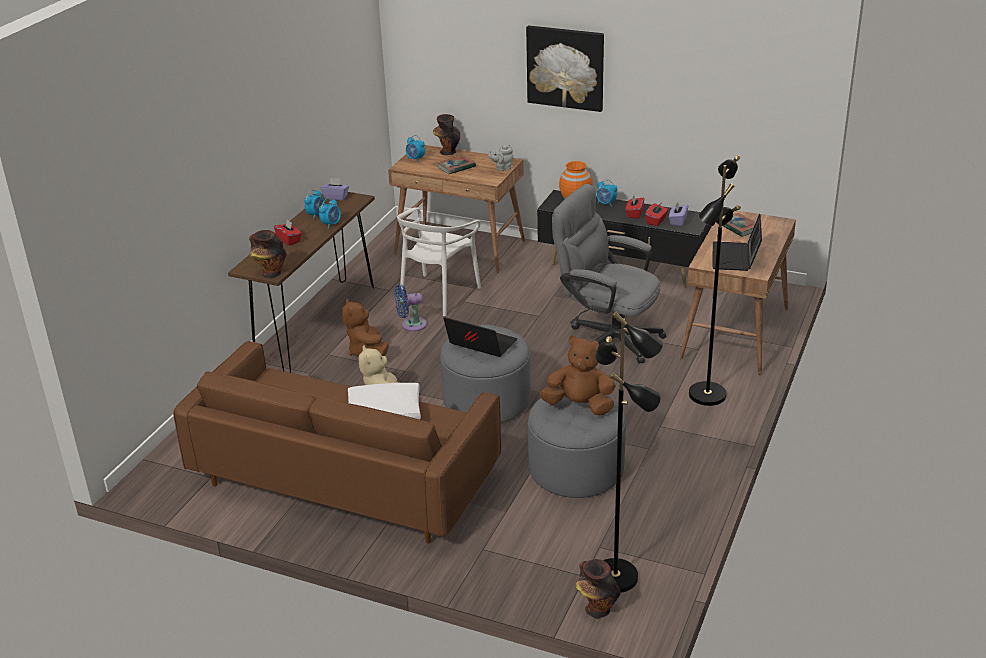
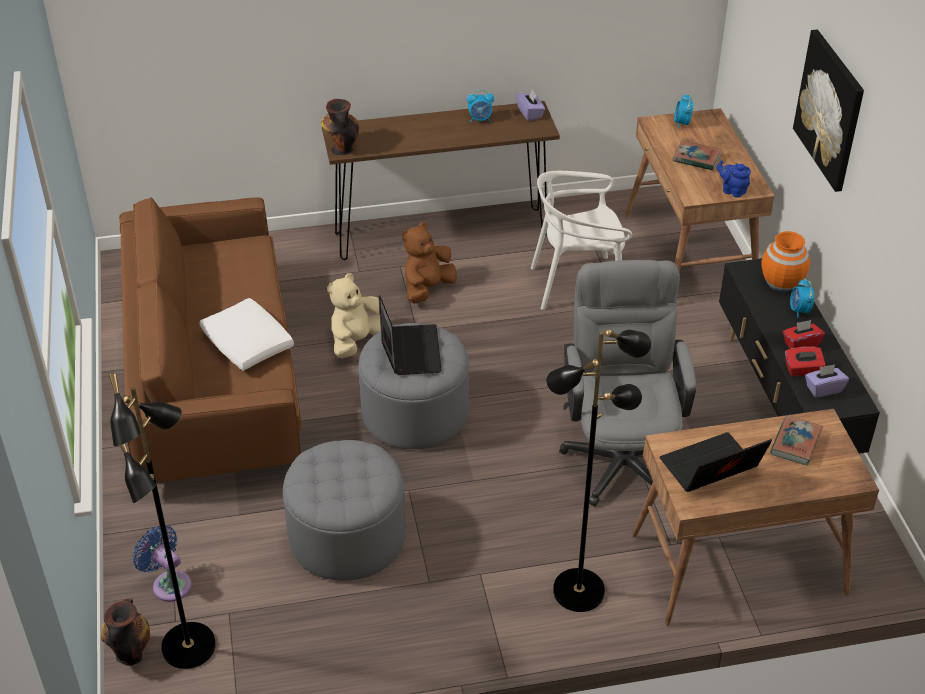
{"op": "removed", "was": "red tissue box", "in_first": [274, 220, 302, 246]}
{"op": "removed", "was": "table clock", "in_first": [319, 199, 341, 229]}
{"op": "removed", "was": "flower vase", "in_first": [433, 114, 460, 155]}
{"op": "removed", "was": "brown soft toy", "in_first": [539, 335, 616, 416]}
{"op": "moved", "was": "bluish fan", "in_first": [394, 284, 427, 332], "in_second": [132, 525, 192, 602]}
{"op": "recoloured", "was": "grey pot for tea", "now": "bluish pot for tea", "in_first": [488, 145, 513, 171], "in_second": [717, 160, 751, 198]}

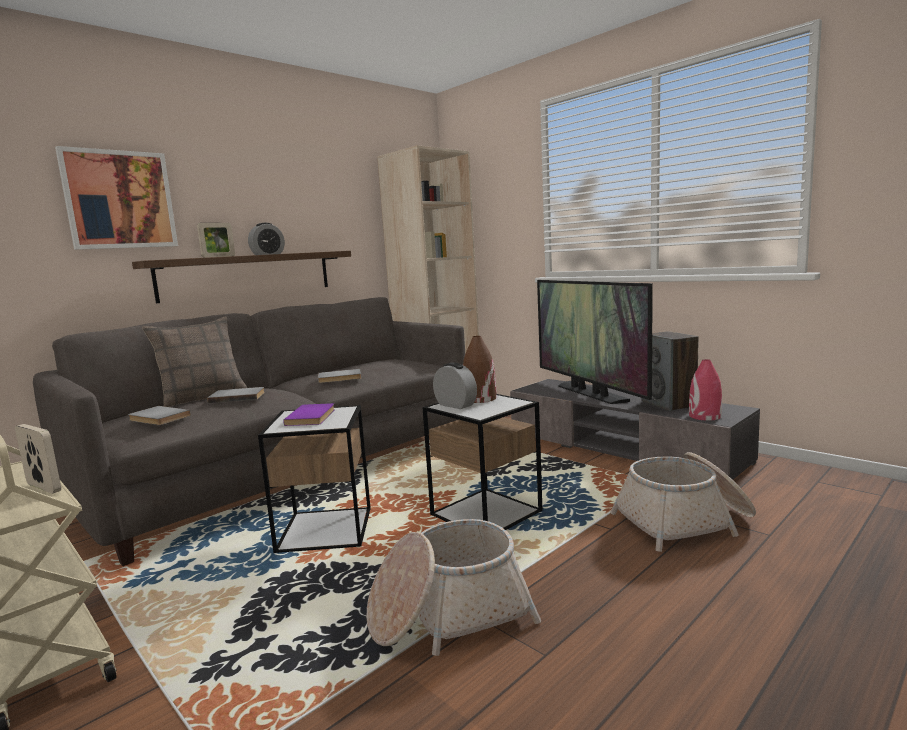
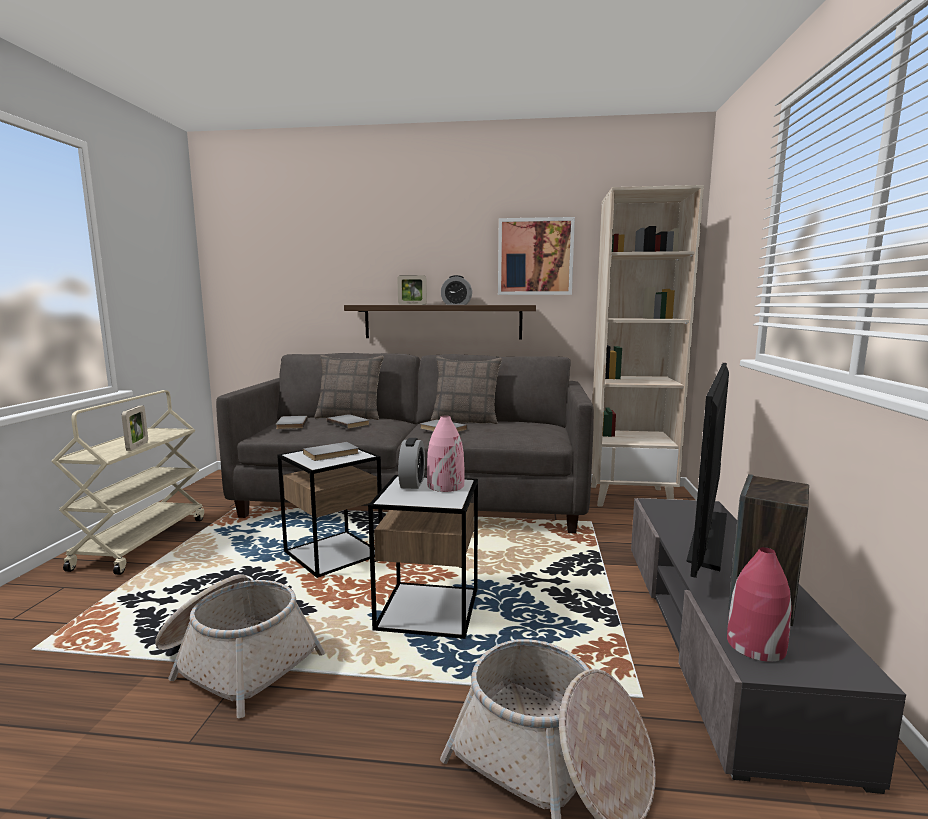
{"op": "added", "now": "cushion", "in_second": [431, 356, 502, 424]}
{"op": "moved", "was": "wall art", "in_first": [55, 146, 178, 250], "in_second": [498, 217, 575, 295]}
{"op": "recoloured", "was": "purple book", "now": "grey book", "in_first": [283, 403, 335, 426], "in_second": [303, 442, 359, 461]}
{"op": "recoloured", "was": "brown flower vase", "now": "pink-coloured flower vase", "in_first": [463, 336, 496, 403], "in_second": [427, 416, 464, 492]}

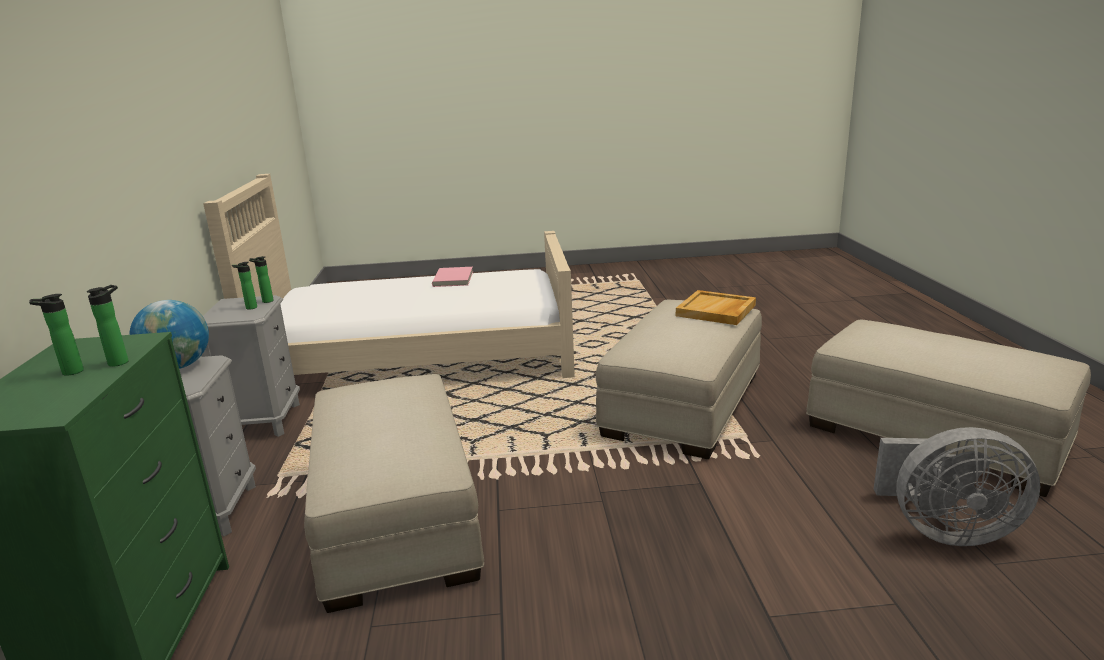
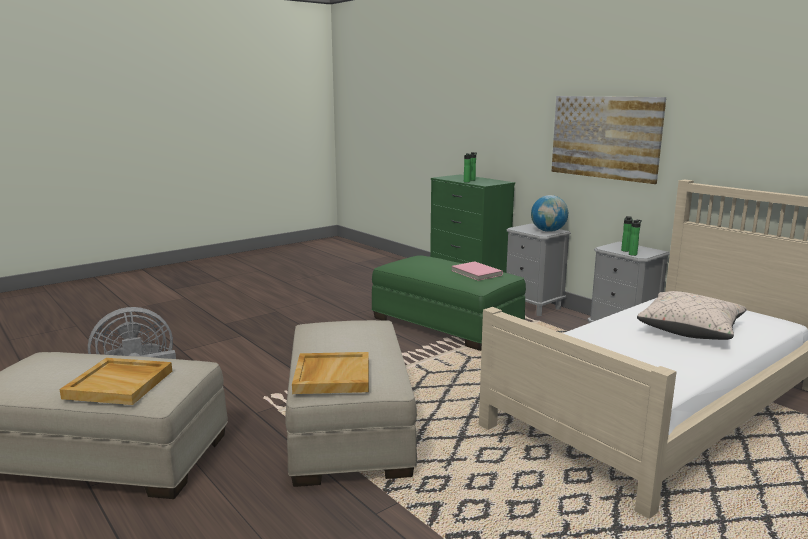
{"op": "added", "now": "sand-coloured tray", "in_second": [59, 358, 172, 405]}
{"op": "added", "now": "wall art", "in_second": [551, 96, 666, 184]}
{"op": "added", "now": "sand-coloured cushion", "in_second": [637, 291, 747, 340]}
{"op": "moved", "was": "pink-coloured book", "in_first": [432, 267, 473, 287], "in_second": [451, 261, 503, 281]}
{"op": "recoloured", "was": "sand-coloured ottoman", "now": "greenish ottoman", "in_first": [304, 374, 484, 613], "in_second": [372, 255, 526, 351]}

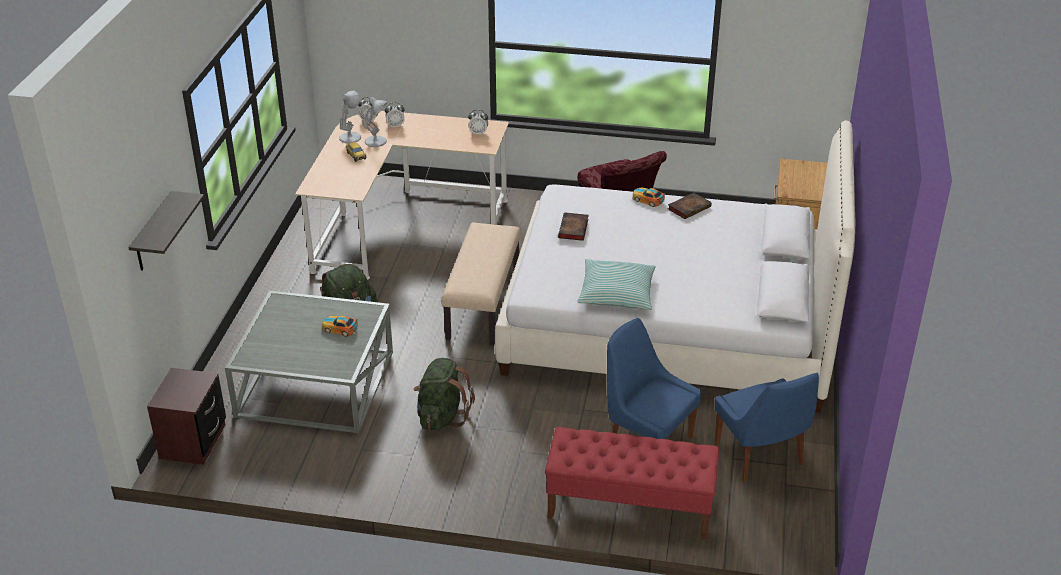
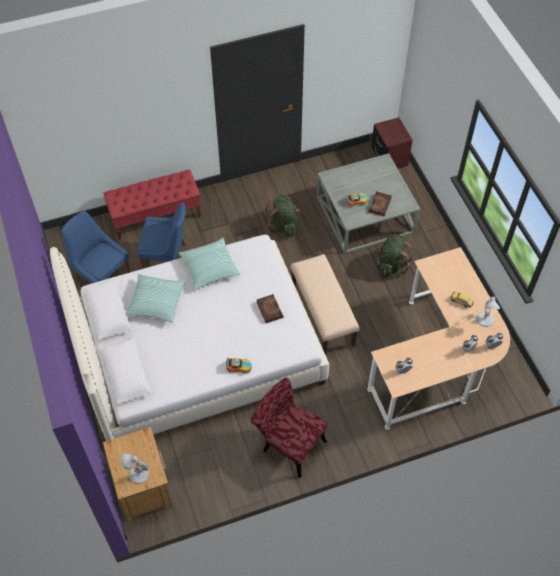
{"op": "removed", "was": "bracket shelf", "in_first": [128, 191, 204, 271]}
{"op": "added", "now": "cushion", "in_second": [125, 274, 185, 323]}
{"op": "moved", "was": "whitish table lamp", "in_first": [363, 97, 387, 147], "in_second": [121, 453, 149, 484]}
{"op": "moved", "was": "book", "in_first": [668, 193, 712, 219], "in_second": [369, 191, 392, 217]}

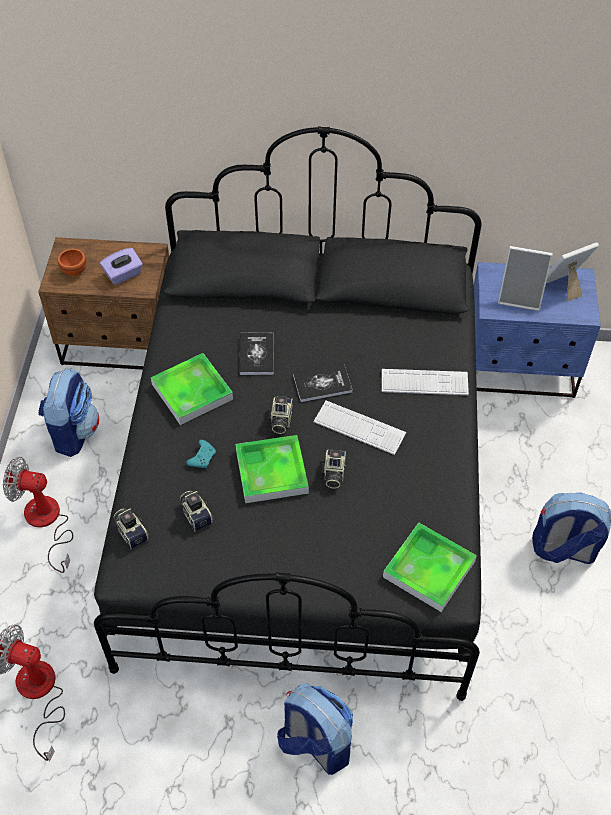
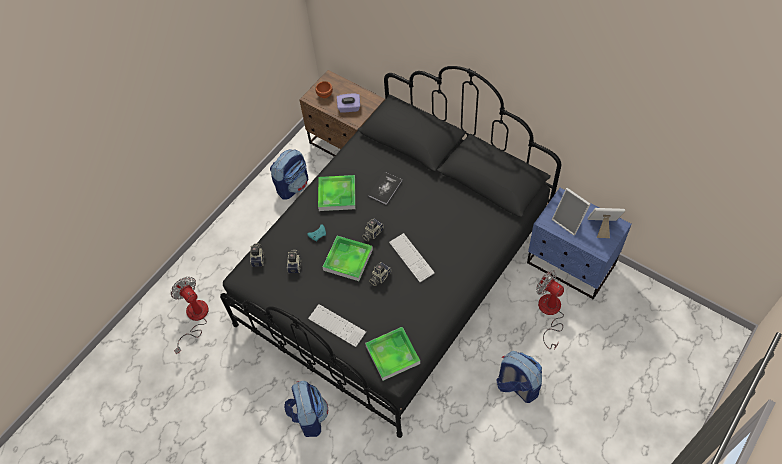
{"op": "removed", "was": "book", "in_first": [293, 364, 353, 402]}
{"op": "moved", "was": "fan", "in_first": [3, 457, 73, 573], "in_second": [536, 270, 564, 349]}
{"op": "moved", "was": "computer keyboard", "in_first": [382, 369, 469, 395], "in_second": [308, 304, 366, 347]}

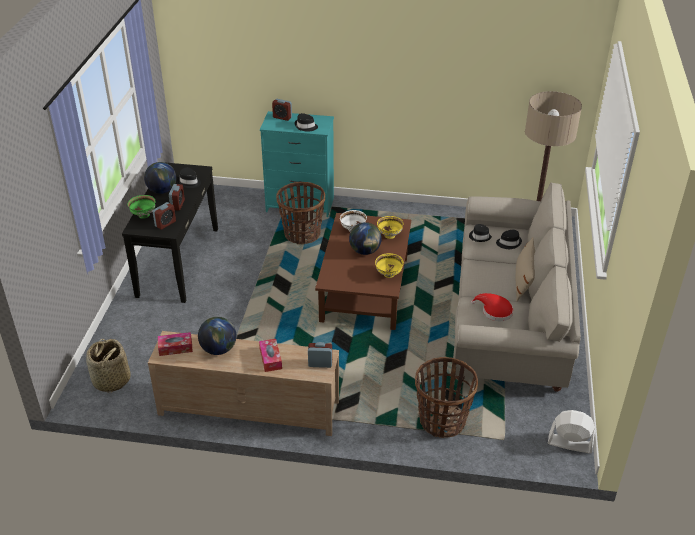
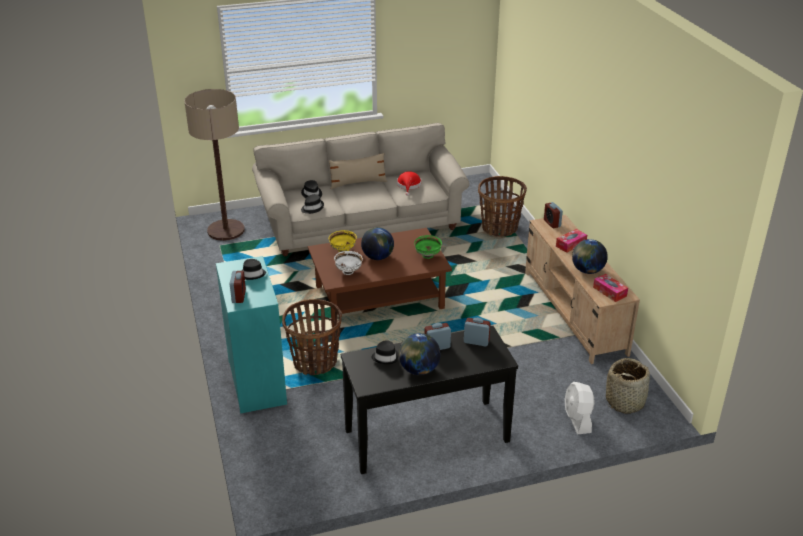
{"op": "removed", "was": "yellow bowl", "in_first": [375, 253, 404, 278]}
{"op": "moved", "was": "greenish bowl", "in_first": [127, 195, 155, 219], "in_second": [414, 235, 442, 259]}
{"op": "moved", "was": "whitish fan", "in_first": [548, 410, 595, 454], "in_second": [565, 382, 595, 434]}

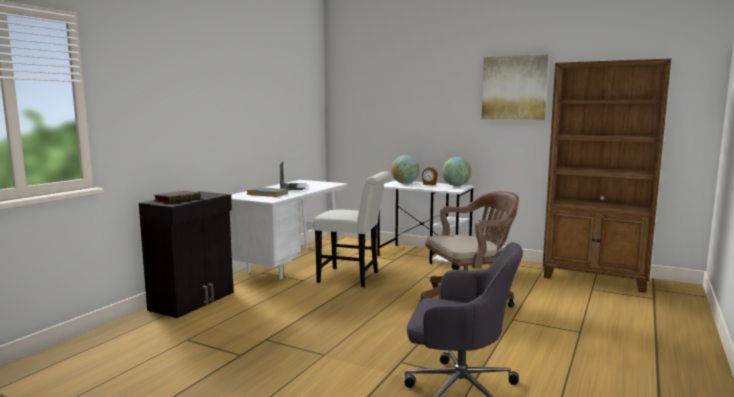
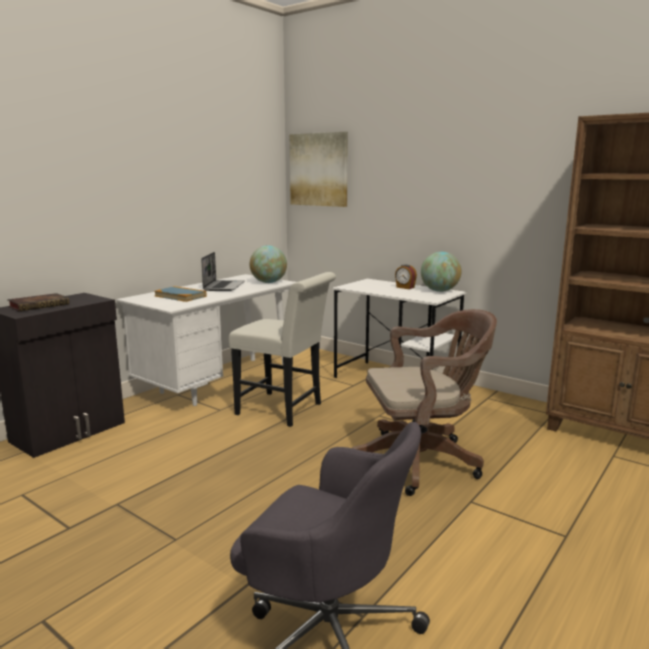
{"op": "moved", "was": "globe", "in_first": [391, 155, 419, 184], "in_second": [250, 246, 287, 283]}
{"op": "moved", "was": "wall art", "in_first": [482, 54, 549, 120], "in_second": [290, 132, 348, 207]}

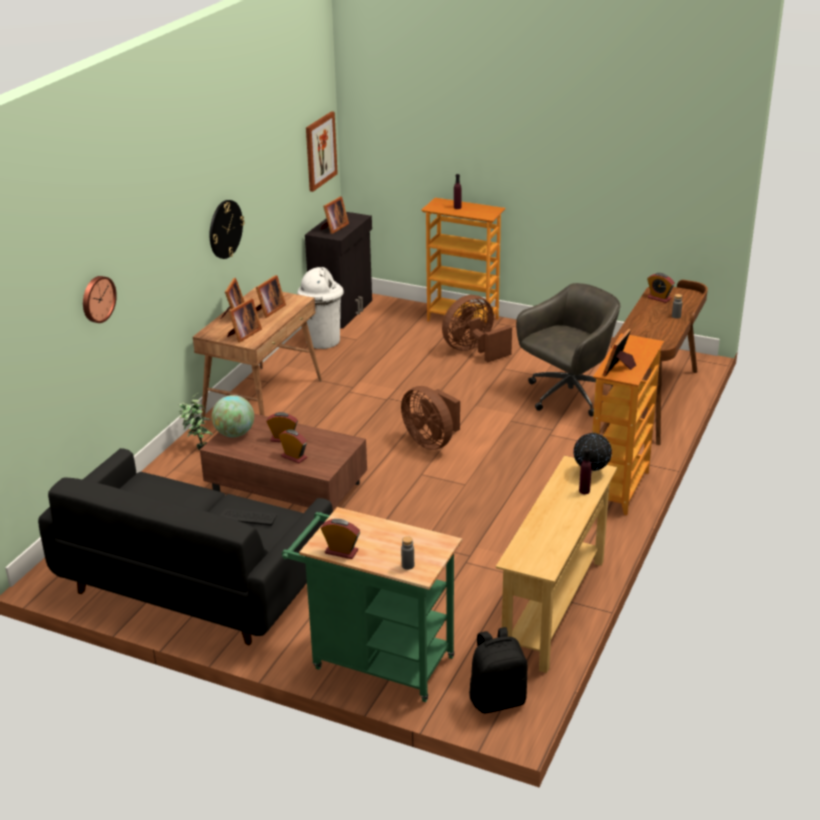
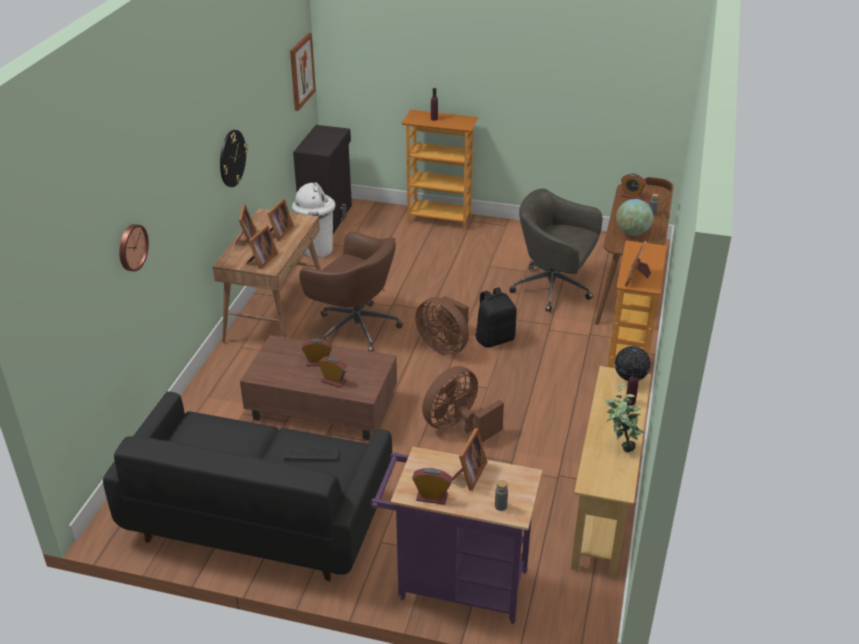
{"op": "added", "now": "brown computer chair", "in_second": [299, 232, 403, 352]}
{"op": "moved", "was": "potted plant", "in_first": [179, 393, 213, 450], "in_second": [605, 383, 644, 452]}
{"op": "moved", "was": "globe", "in_first": [212, 395, 254, 437], "in_second": [616, 199, 653, 236]}
{"op": "moved", "was": "picture frame", "in_first": [320, 196, 349, 234], "in_second": [452, 428, 487, 491]}
{"op": "moved", "was": "brown fan", "in_first": [442, 295, 512, 362], "in_second": [422, 366, 504, 443]}
{"op": "moved", "was": "blackish rucksack", "in_first": [469, 627, 528, 714], "in_second": [475, 287, 517, 348]}
{"op": "recoloured", "was": "greenish wheeled cart", "now": "purple wheeled cart", "in_first": [282, 507, 462, 702], "in_second": [371, 447, 542, 624]}
{"op": "turned", "was": "grey computer chair", "in_first": [516, 283, 620, 417], "in_second": [509, 189, 603, 312], "clockwise": -105}

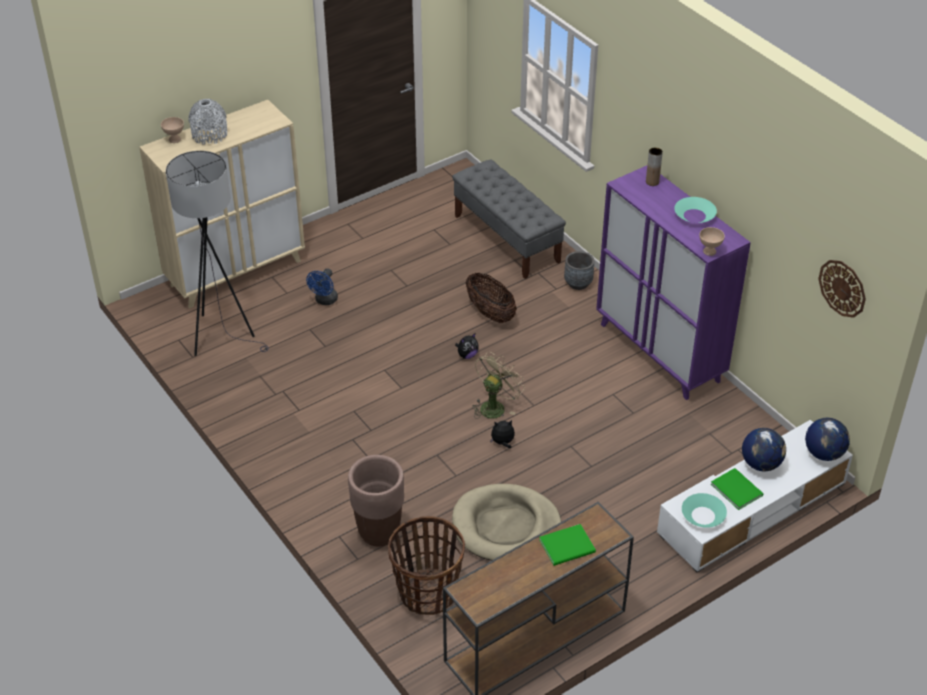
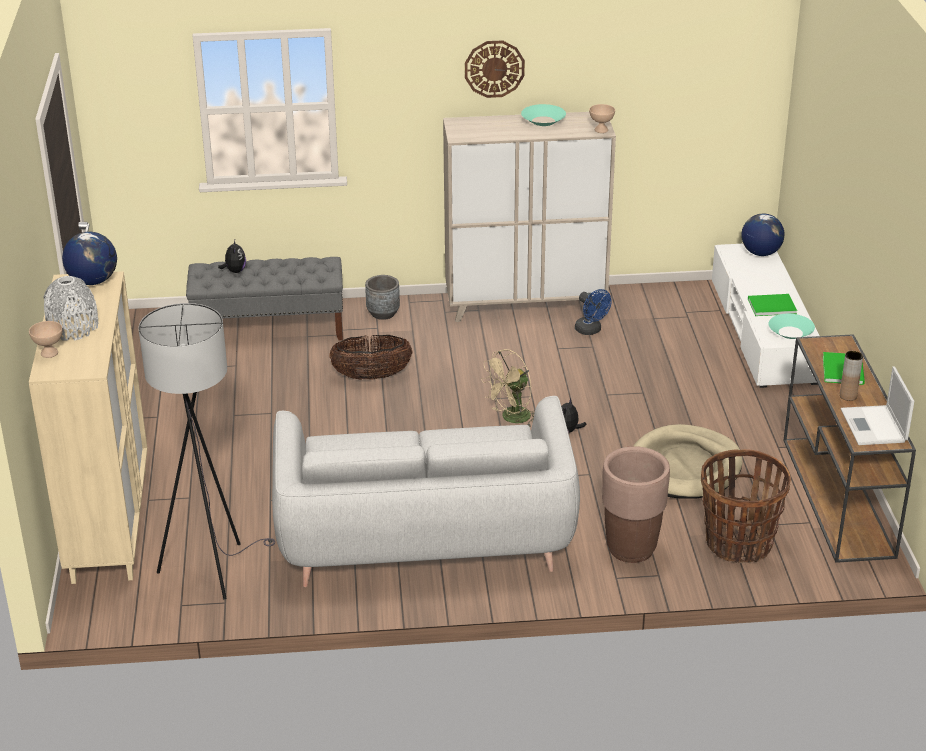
{"op": "added", "now": "grey couch", "in_second": [272, 396, 580, 587]}
{"op": "added", "now": "portable computer", "in_second": [841, 366, 914, 445]}
{"op": "moved", "was": "bluish fan", "in_first": [306, 268, 338, 305], "in_second": [575, 289, 612, 335]}
{"op": "moved", "was": "soft toy", "in_first": [455, 334, 479, 359], "in_second": [218, 240, 246, 273]}
{"op": "moved", "was": "brown flower vase", "in_first": [646, 147, 663, 186], "in_second": [840, 351, 863, 401]}
{"op": "moved", "was": "globe", "in_first": [742, 428, 786, 471], "in_second": [62, 232, 117, 285]}
{"op": "moved", "was": "clock on the wall", "in_first": [818, 260, 866, 318], "in_second": [465, 40, 525, 98]}
{"op": "recoloured", "was": "purple cupboard", "now": "sand-coloured cupboard", "in_first": [596, 166, 751, 400], "in_second": [443, 112, 616, 322]}
{"op": "turned", "was": "sand-coloured fan", "in_first": [472, 352, 525, 419], "in_second": [481, 349, 535, 427], "clockwise": -105}

